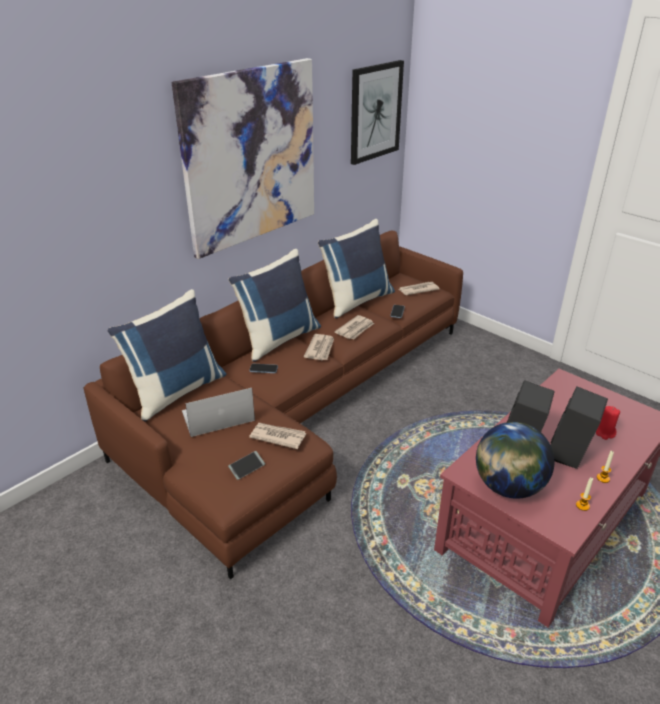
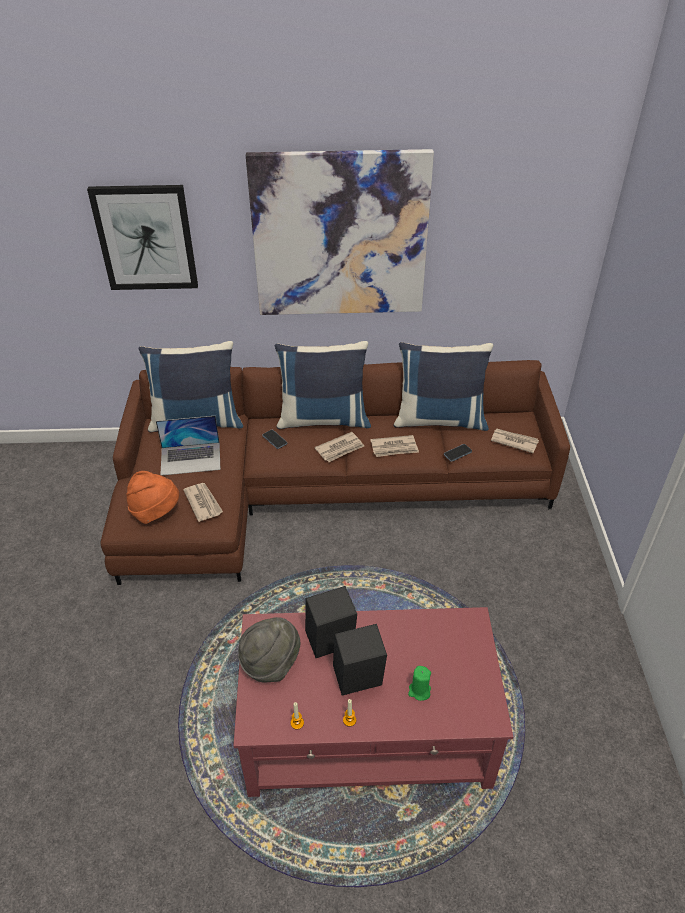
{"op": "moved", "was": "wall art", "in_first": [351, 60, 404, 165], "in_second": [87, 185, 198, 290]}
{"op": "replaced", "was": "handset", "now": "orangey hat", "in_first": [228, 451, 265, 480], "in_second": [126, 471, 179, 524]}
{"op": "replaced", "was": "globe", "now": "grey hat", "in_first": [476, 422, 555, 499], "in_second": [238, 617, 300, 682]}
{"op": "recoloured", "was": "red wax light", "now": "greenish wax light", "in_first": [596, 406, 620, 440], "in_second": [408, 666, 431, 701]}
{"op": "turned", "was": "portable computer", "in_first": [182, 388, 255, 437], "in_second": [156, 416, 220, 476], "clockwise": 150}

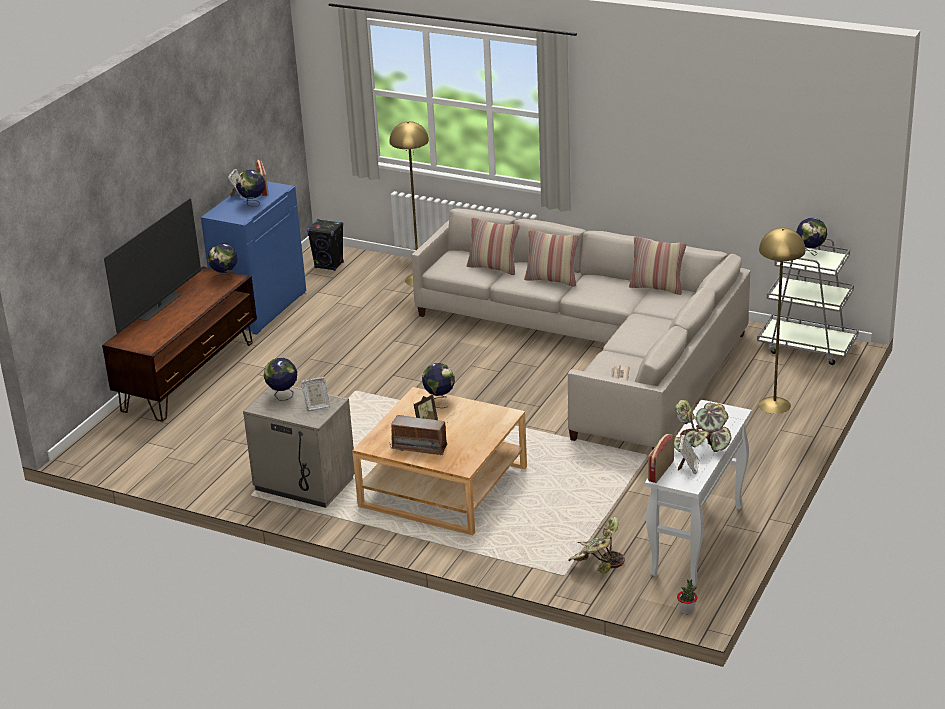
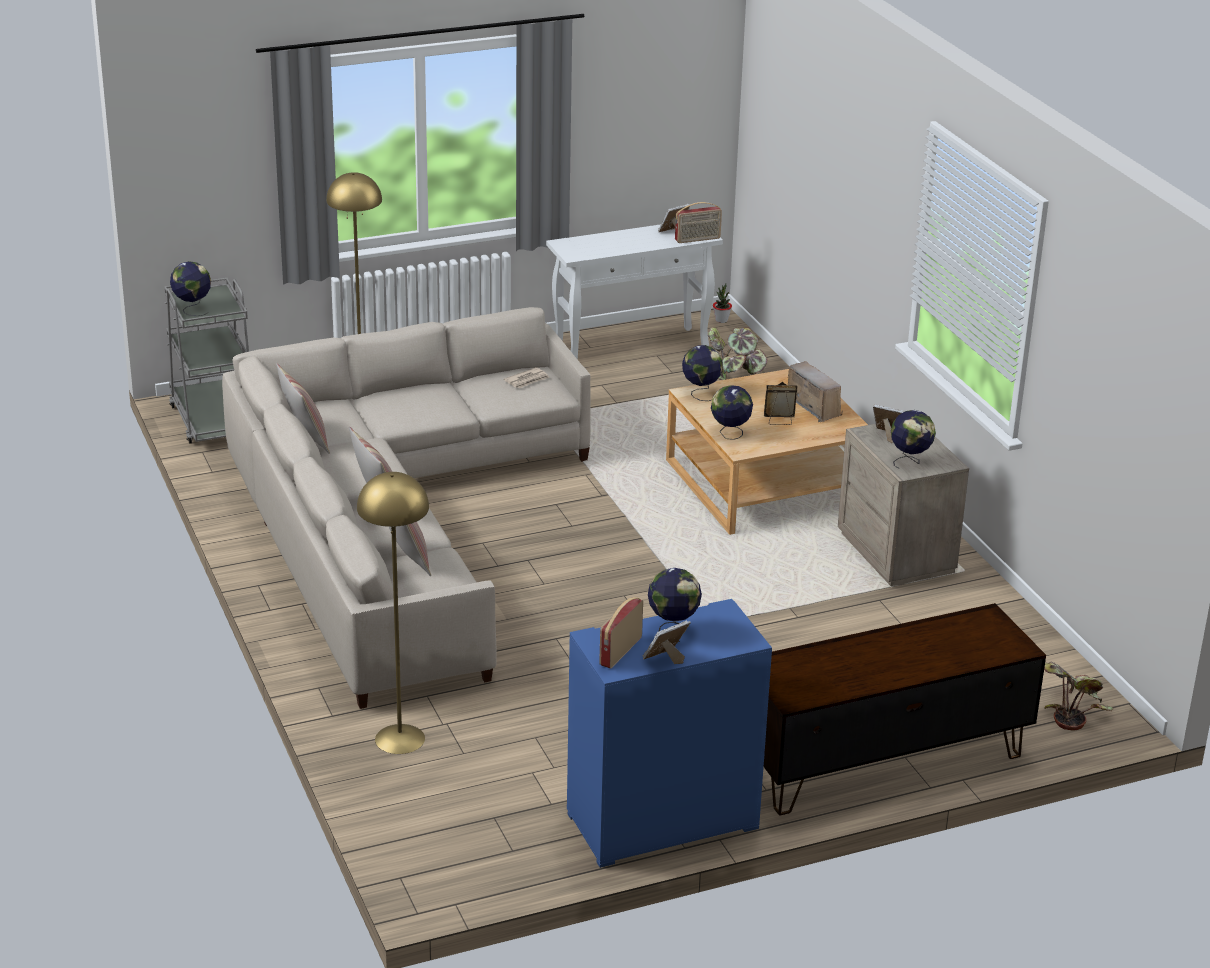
{"op": "removed", "was": "TV", "in_first": [104, 198, 201, 333]}
{"op": "removed", "was": "blackish loudspeaker", "in_first": [307, 219, 344, 271]}
{"op": "moved", "was": "globe", "in_first": [208, 243, 238, 280], "in_second": [682, 345, 723, 401]}
{"op": "moved", "was": "potted plant", "in_first": [674, 400, 732, 453], "in_second": [1044, 662, 1113, 730]}

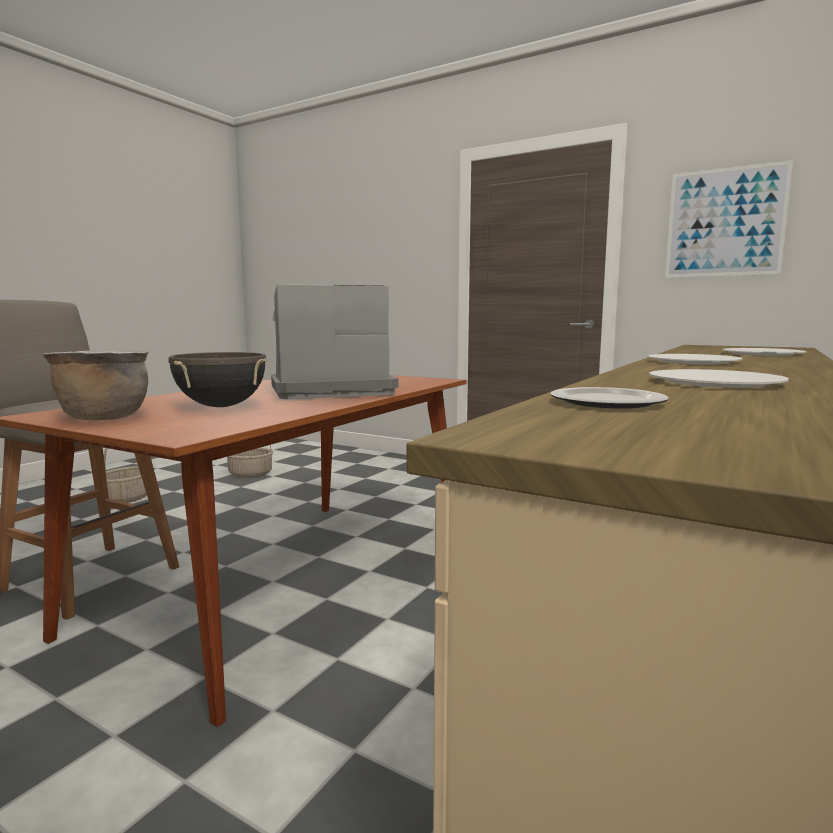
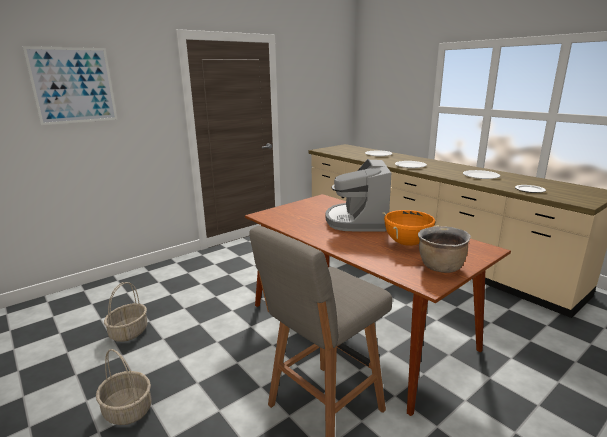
{"op": "moved", "was": "wall art", "in_first": [665, 160, 793, 278], "in_second": [23, 46, 117, 125]}
{"op": "recoloured", "was": "blackish cooking pot", "now": "orangey cooking pot", "in_first": [168, 352, 267, 407], "in_second": [382, 210, 438, 246]}

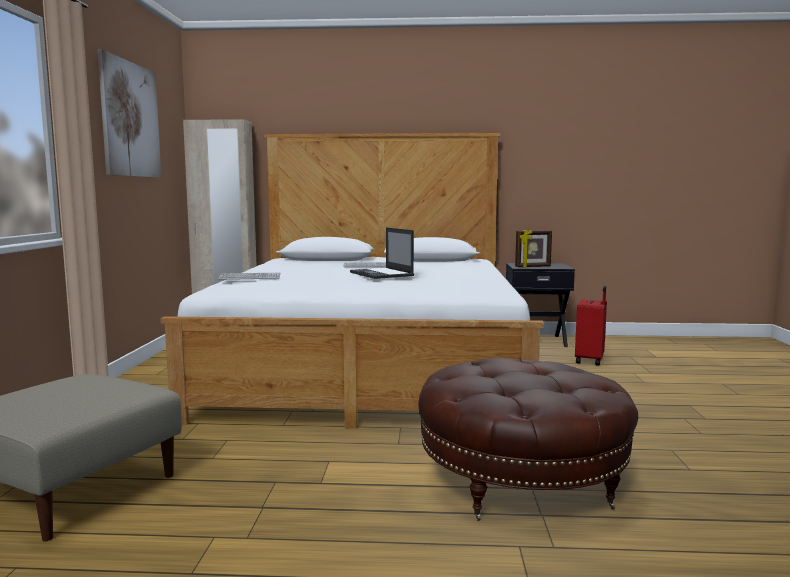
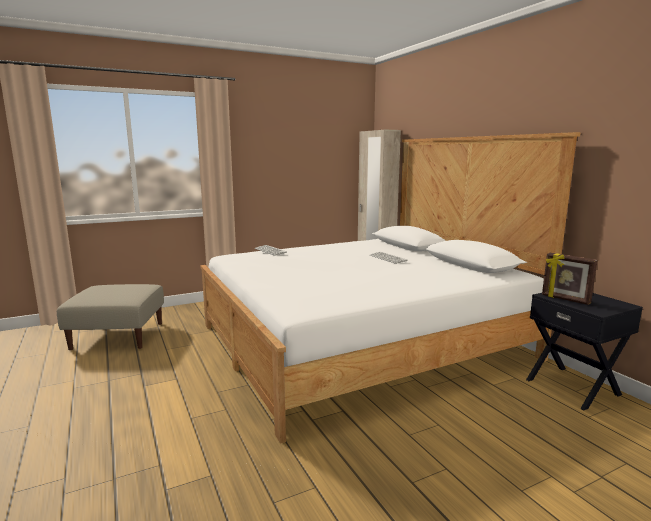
{"op": "removed", "was": "wall art", "in_first": [98, 49, 161, 178]}
{"op": "removed", "was": "portable computer", "in_first": [350, 227, 414, 279]}
{"op": "removed", "was": "brown ottoman", "in_first": [418, 357, 638, 521]}
{"op": "removed", "was": "red suitcase", "in_first": [575, 286, 607, 366]}

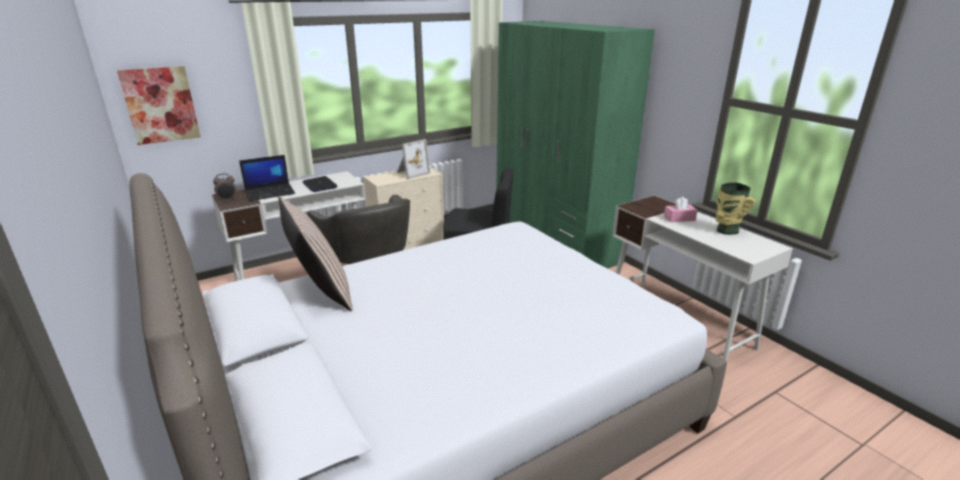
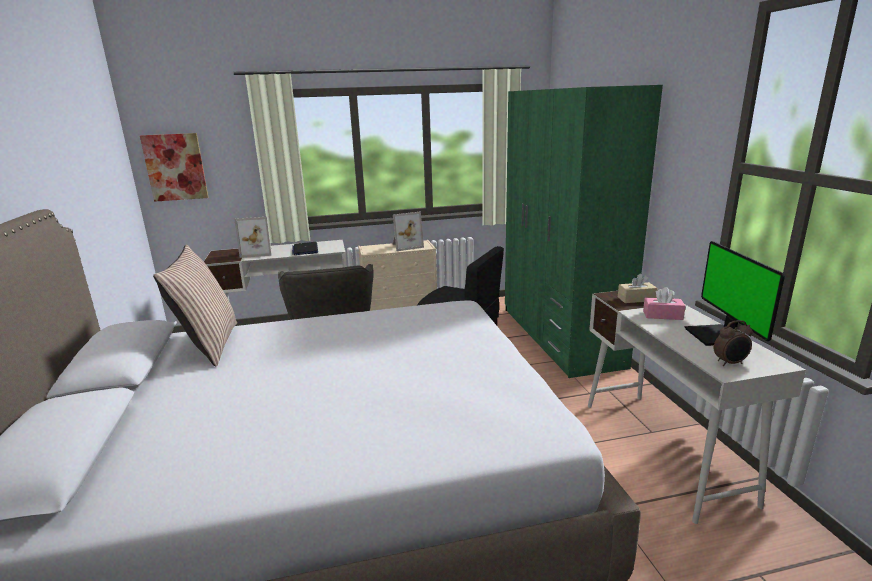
{"op": "added", "now": "sand-coloured tissue box", "in_second": [618, 274, 657, 303]}
{"op": "moved", "was": "table clock", "in_first": [213, 173, 236, 201], "in_second": [714, 320, 753, 366]}
{"op": "replaced", "was": "portable computer", "now": "picture frame", "in_first": [239, 155, 295, 201], "in_second": [234, 217, 272, 258]}
{"op": "replaced", "was": "flower vase", "now": "computer screen", "in_first": [716, 182, 756, 235], "in_second": [685, 241, 785, 346]}

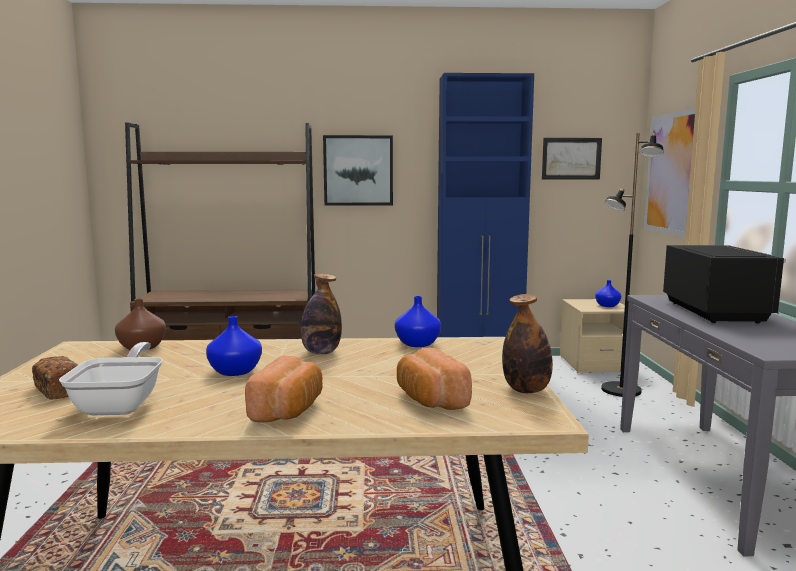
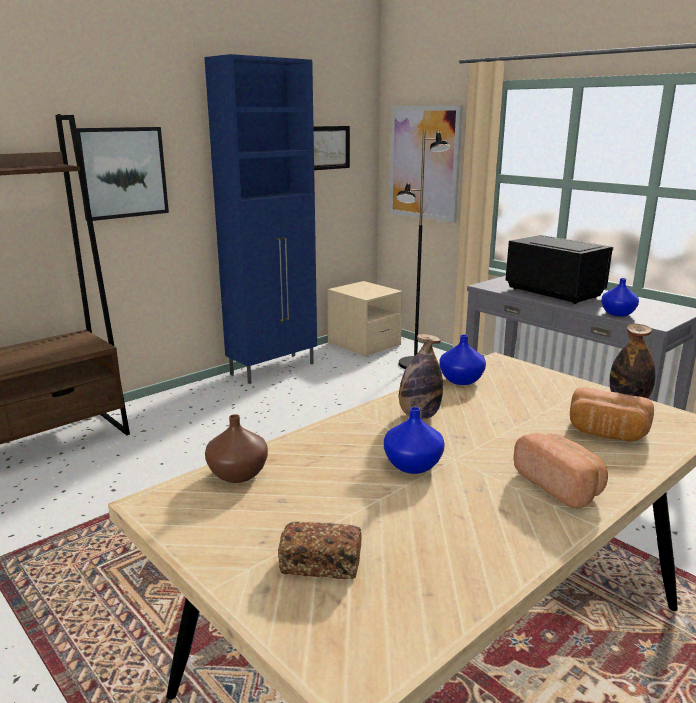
{"op": "removed", "was": "skillet", "in_first": [59, 342, 163, 415]}
{"op": "moved", "was": "bluish flower vase", "in_first": [595, 280, 621, 307], "in_second": [601, 278, 639, 316]}

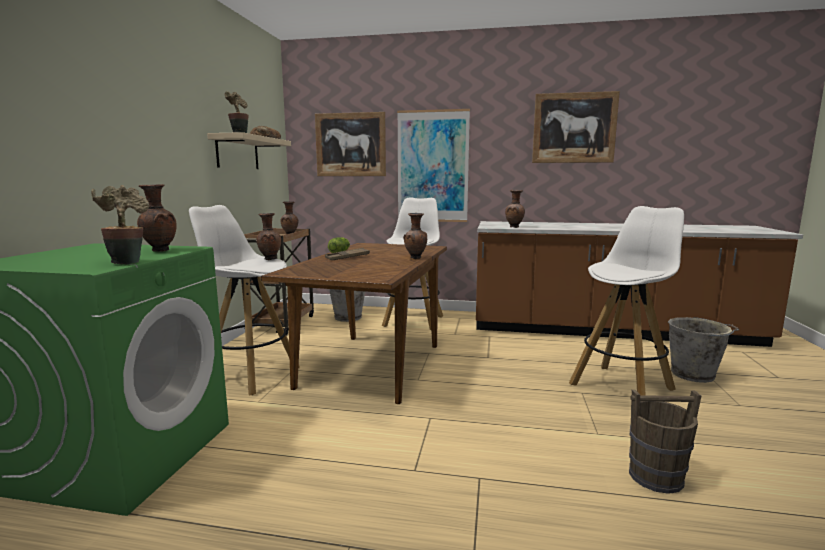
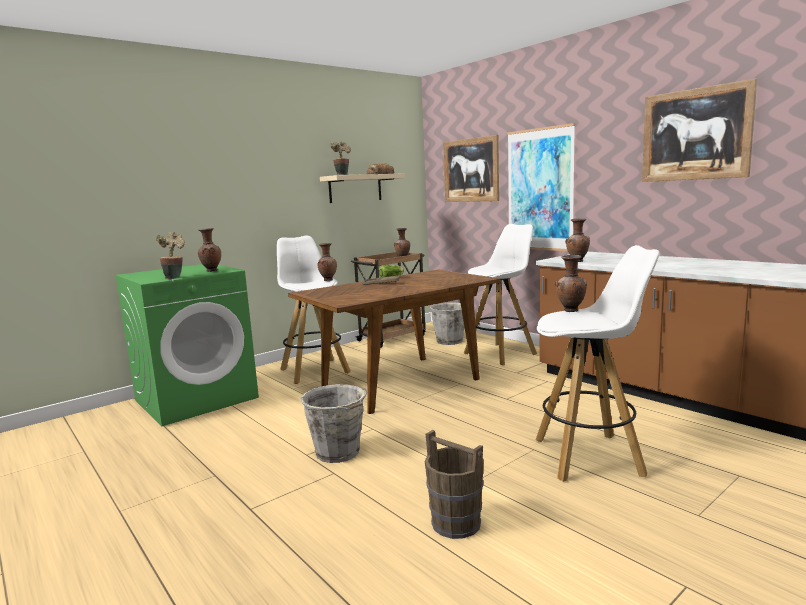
{"op": "moved", "was": "brown flower vase", "in_first": [403, 213, 427, 259], "in_second": [555, 255, 587, 312]}
{"op": "moved", "was": "grey pail", "in_first": [668, 317, 739, 383], "in_second": [301, 384, 367, 463]}

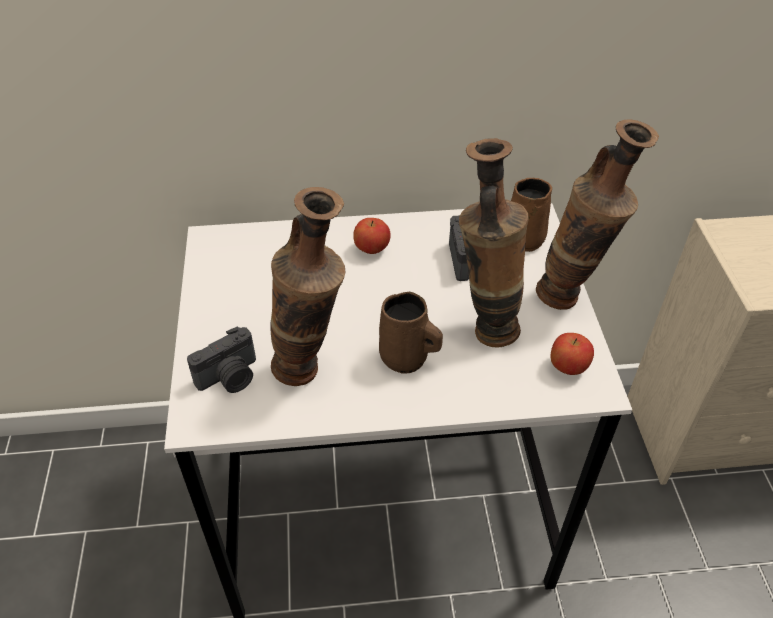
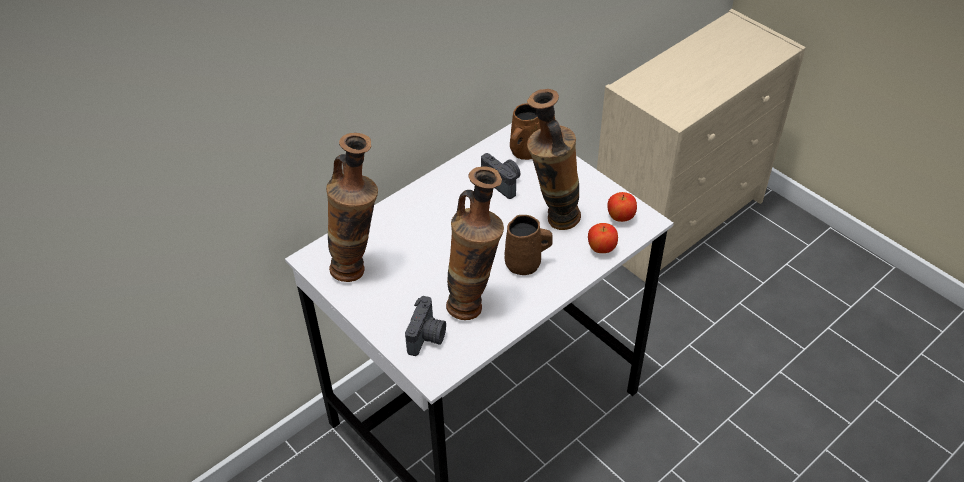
{"op": "moved", "was": "whole apple", "in_first": [353, 218, 391, 254], "in_second": [588, 223, 618, 253]}
{"op": "moved", "was": "flower vase", "in_first": [536, 119, 659, 310], "in_second": [326, 133, 378, 282]}

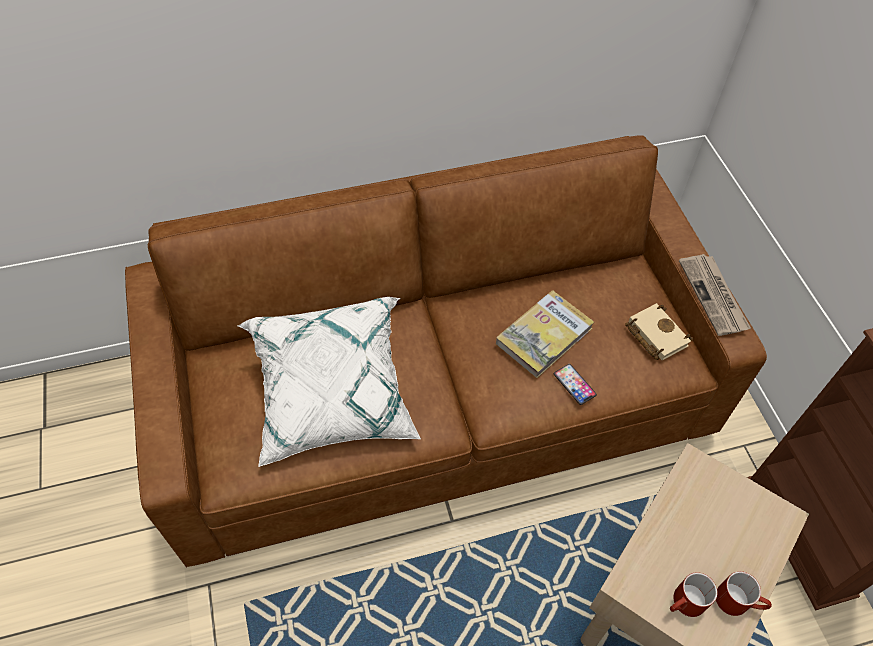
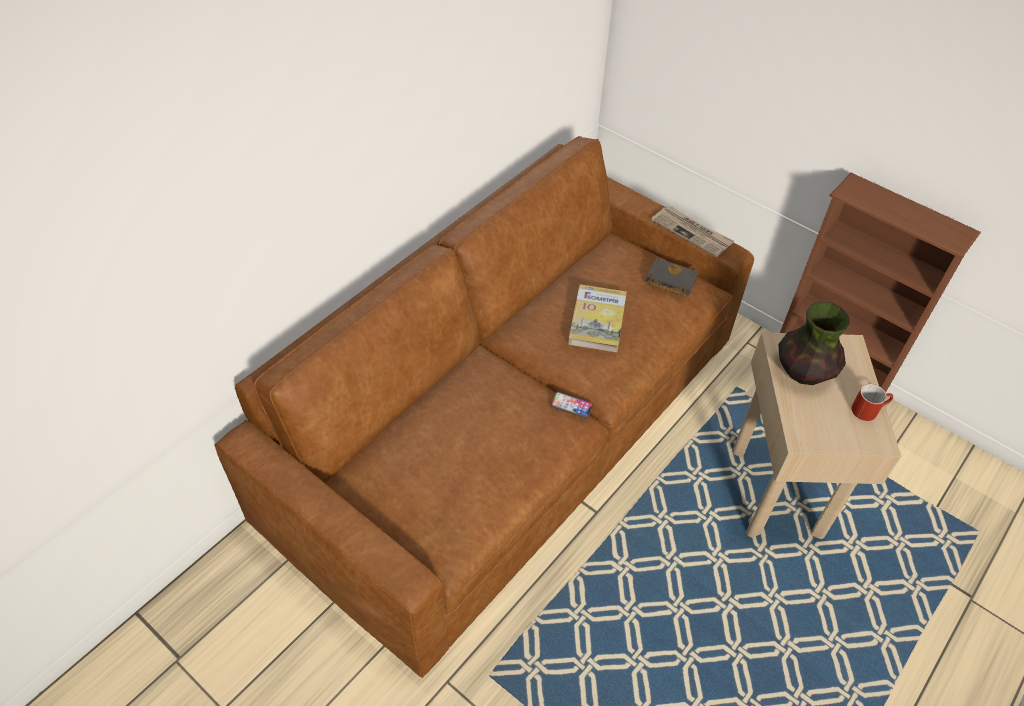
{"op": "removed", "was": "whitish cushion", "in_first": [237, 297, 421, 467]}
{"op": "removed", "was": "red coffee mug", "in_first": [670, 572, 718, 617]}
{"op": "added", "now": "flower vase", "in_second": [778, 301, 850, 385]}
{"op": "moved", "was": "handset", "in_first": [554, 364, 597, 405], "in_second": [550, 392, 594, 419]}
{"op": "recoloured", "was": "sand-coloured book", "now": "blackish book", "in_first": [625, 303, 693, 360], "in_second": [646, 257, 699, 297]}

